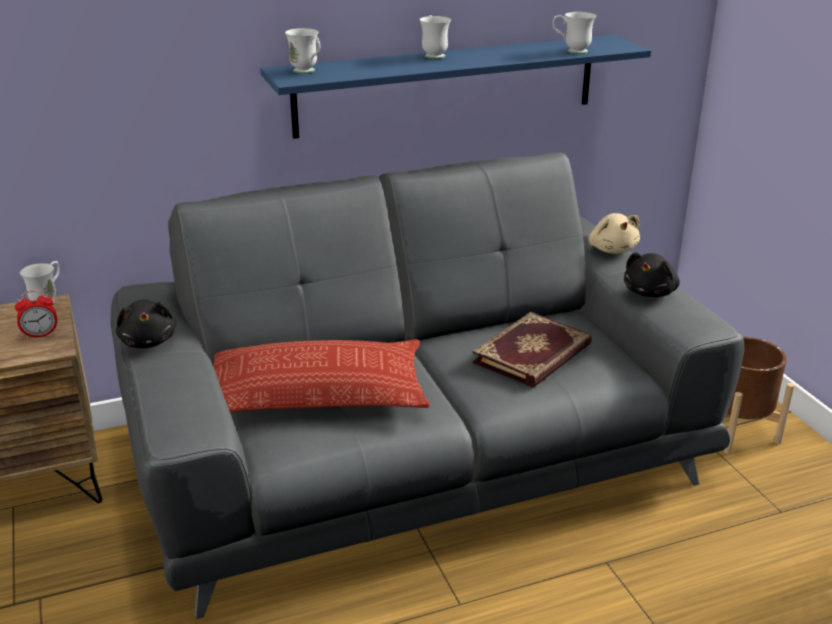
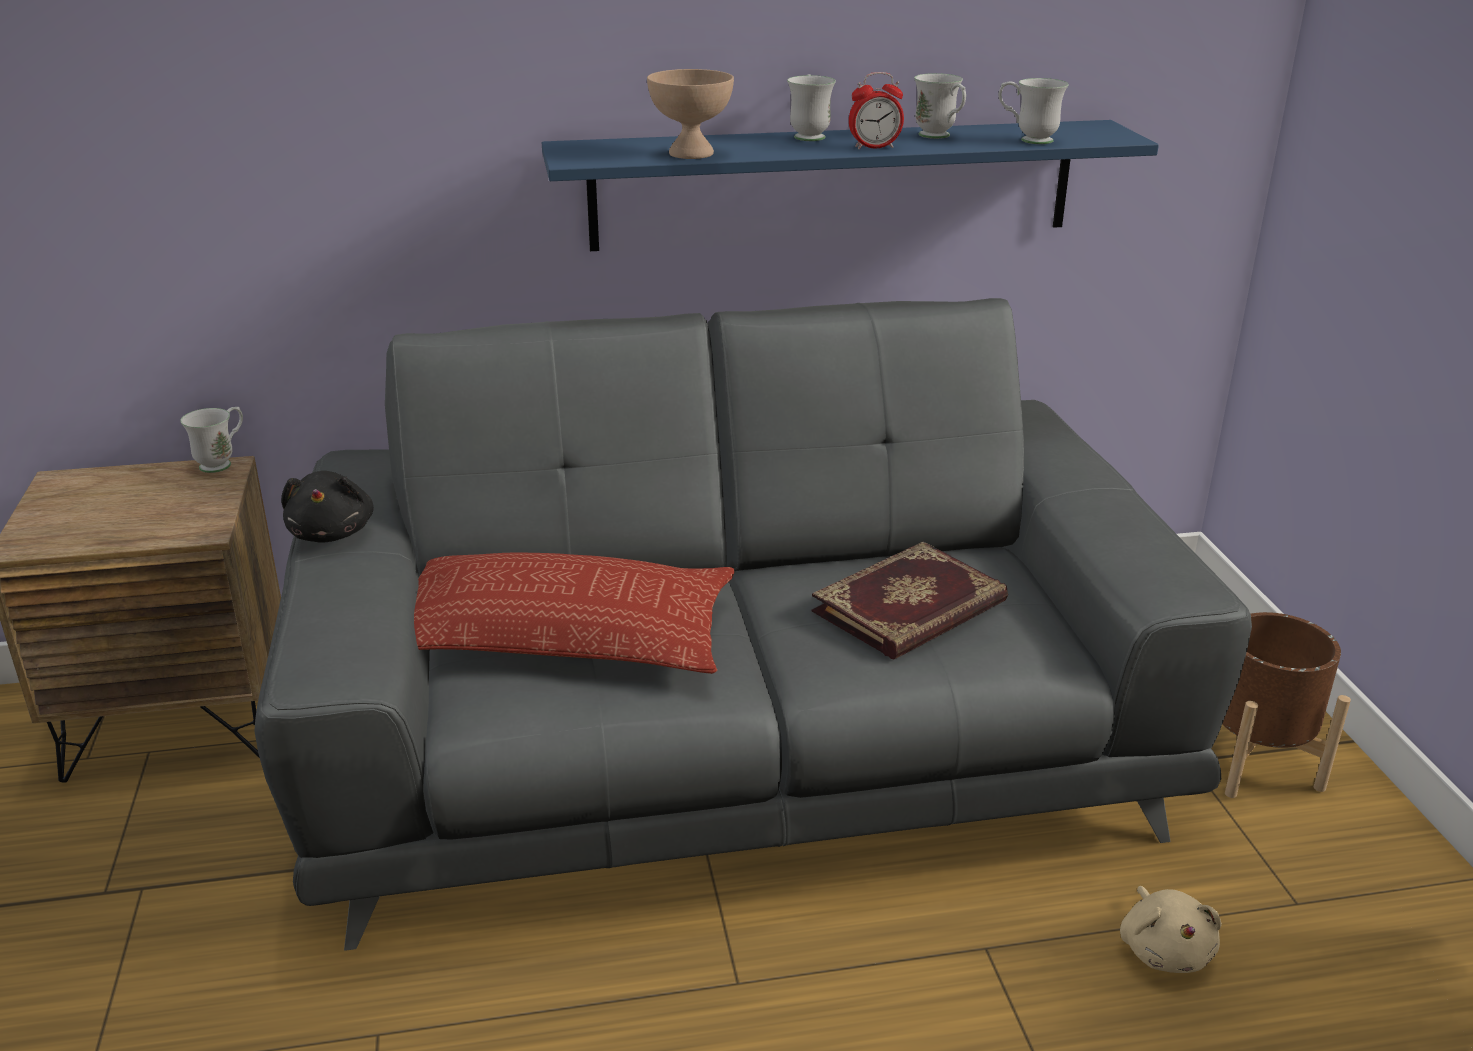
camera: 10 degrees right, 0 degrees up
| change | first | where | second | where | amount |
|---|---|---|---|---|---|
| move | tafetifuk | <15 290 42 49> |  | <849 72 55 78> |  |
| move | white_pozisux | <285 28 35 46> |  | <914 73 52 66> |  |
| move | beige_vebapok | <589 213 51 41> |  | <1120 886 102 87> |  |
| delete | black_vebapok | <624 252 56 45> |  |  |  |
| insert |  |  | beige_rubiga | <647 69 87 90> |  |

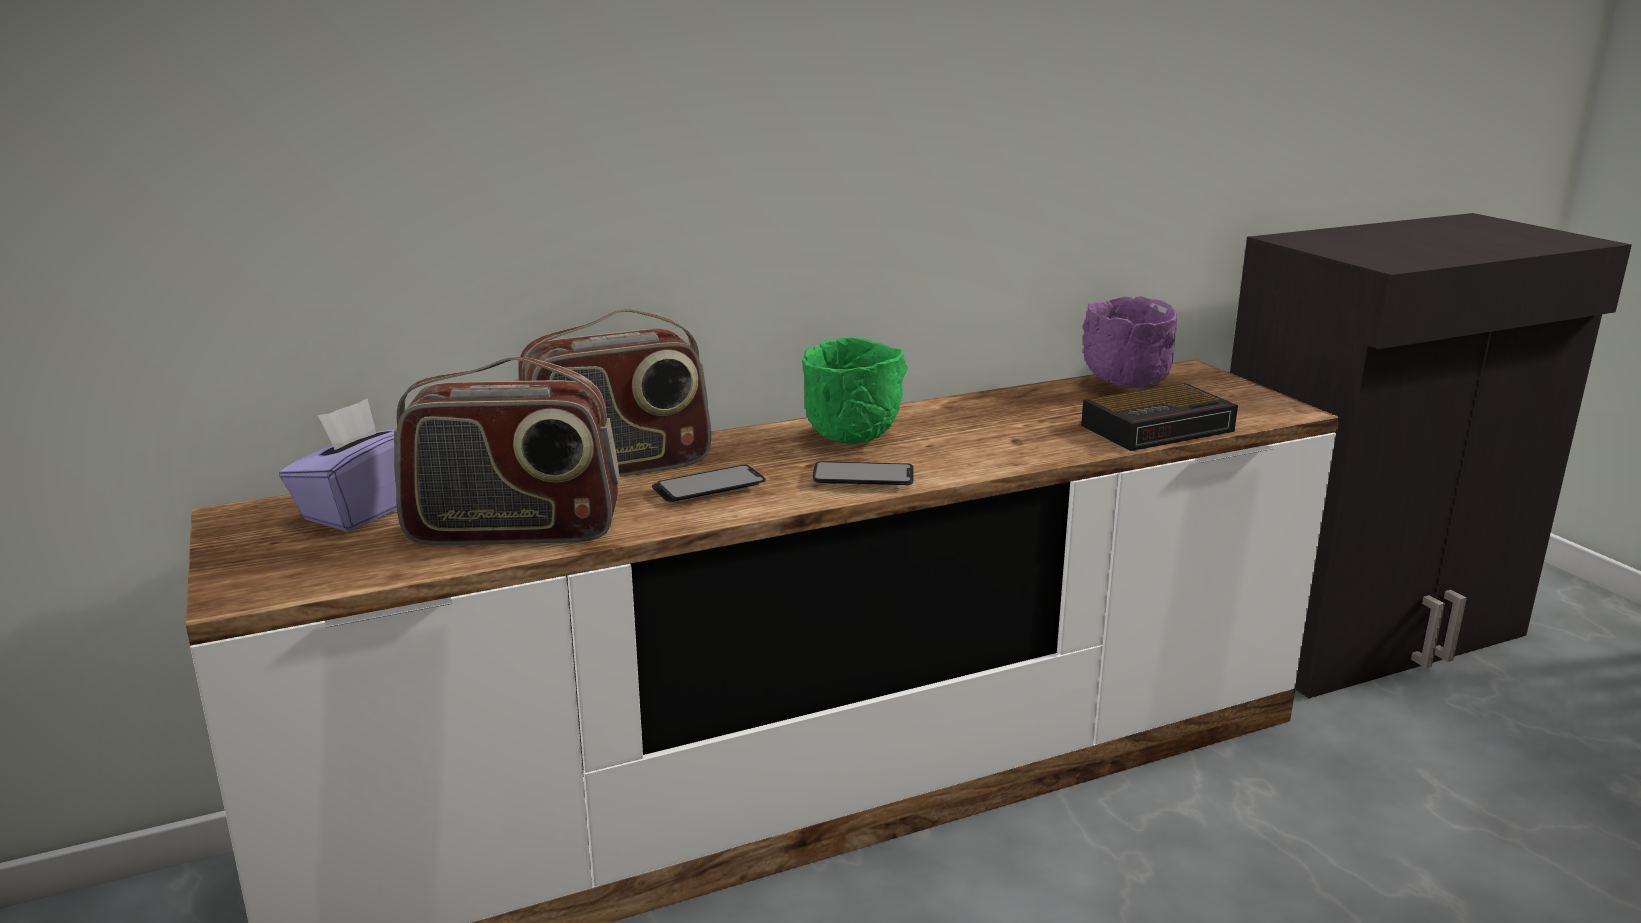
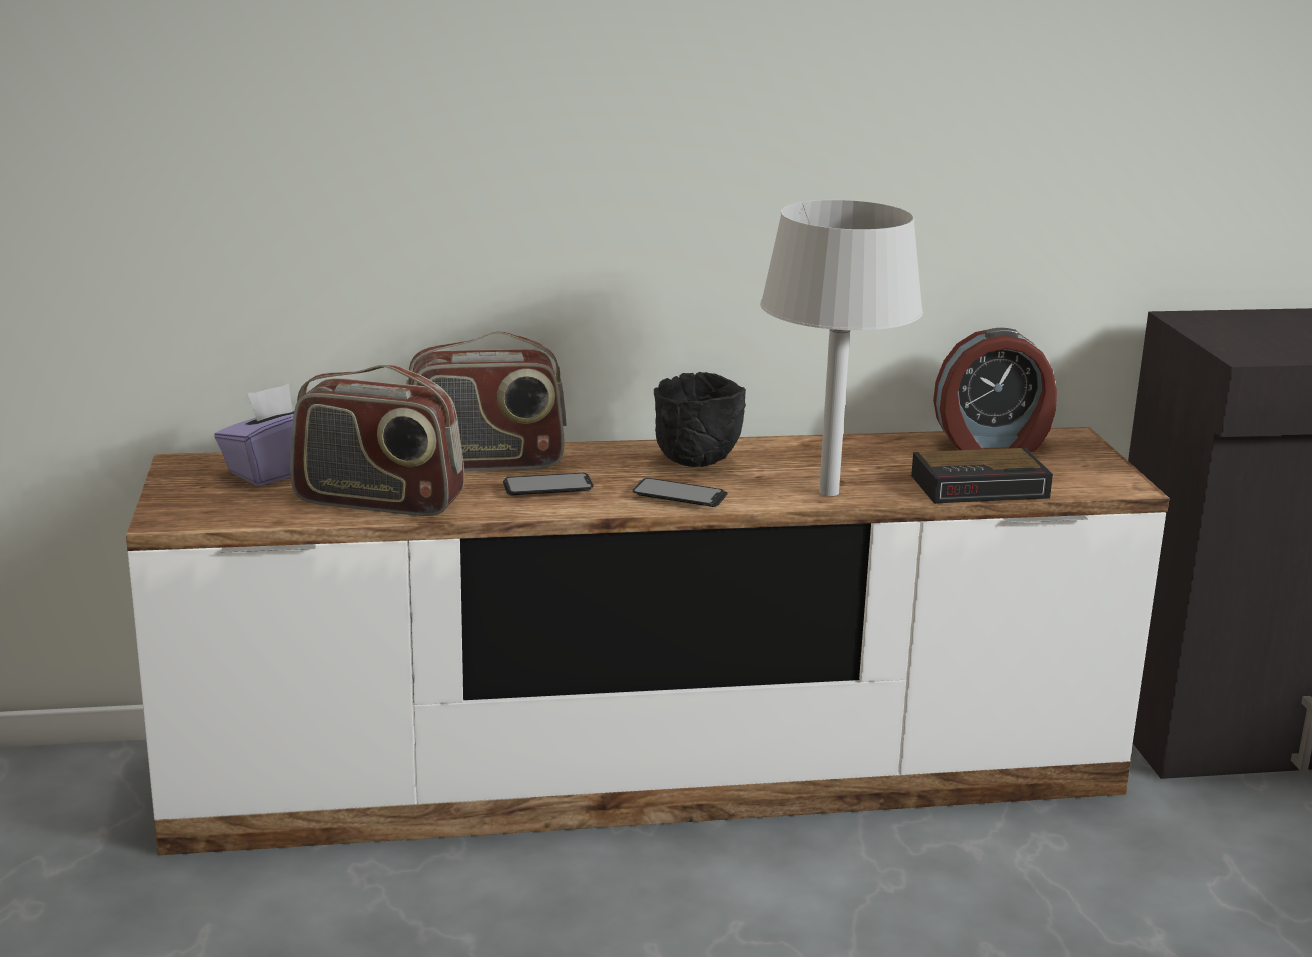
camera: 15 degrees right, 0 degrees up
| change | first | where | second | where | amount |
|---|---|---|---|---|---|
| recolor | green_rubiga | <802 337 106 107> | black_rubiga | <654 372 92 95> |  |
| replace | purple_rubiga | <1083 296 94 92> | tafetifuk | <933 328 124 124> |  |
| insert |  |  | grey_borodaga | <760 200 163 296> |  |

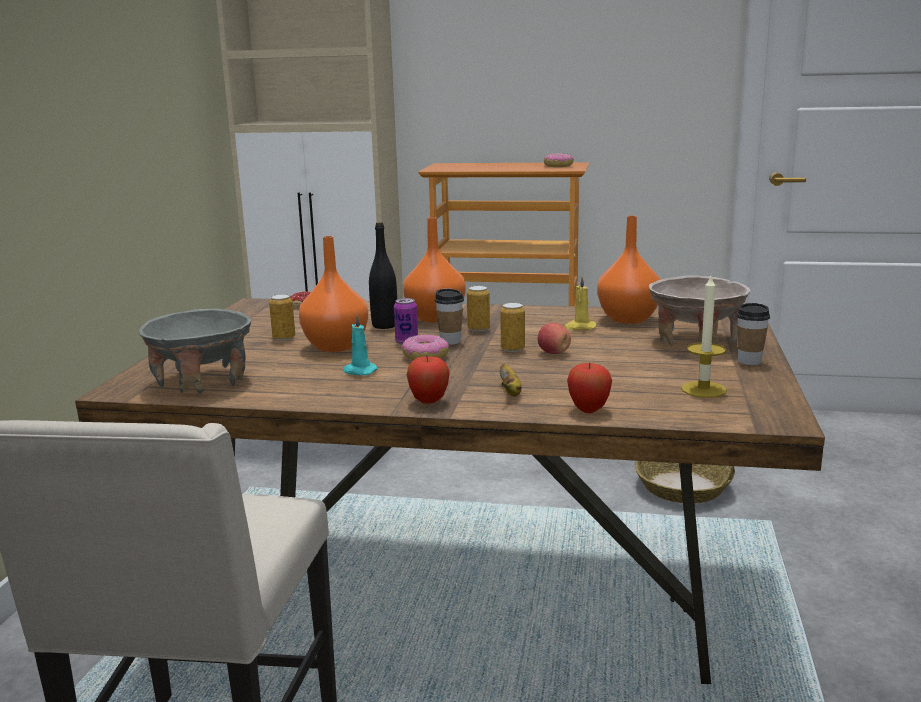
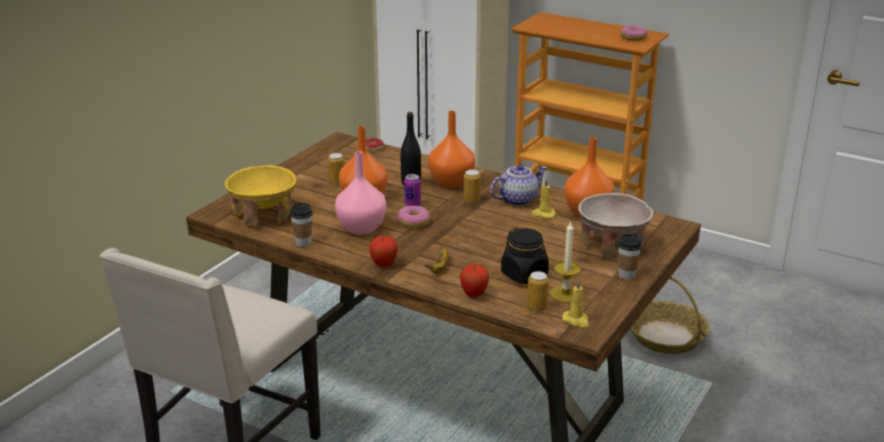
camera: 20 degrees right, 10 degrees up
| change | first | where | second | where | amount |
|---|---|---|---|---|---|
| recolor | grey_rubiga | <139 308 112 85> | yellow_rubiga | <225 165 71 62> |  |
| replace | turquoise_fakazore | <343 314 35 61> | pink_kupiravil | <335 151 52 84> |  |
| move | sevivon | <435 289 29 56> |  | <290 203 23 44> |  |
| move | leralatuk | <500 303 25 49> |  | <527 271 22 41> |  |
| delete | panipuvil | <538 323 33 31> |  |  |  |
| insert |  |  | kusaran | <490 164 57 42> |  |
| insert |  |  | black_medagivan | <501 228 48 56> |  |
| insert |  |  | yellow_fakazore | <562 279 27 48> |  |

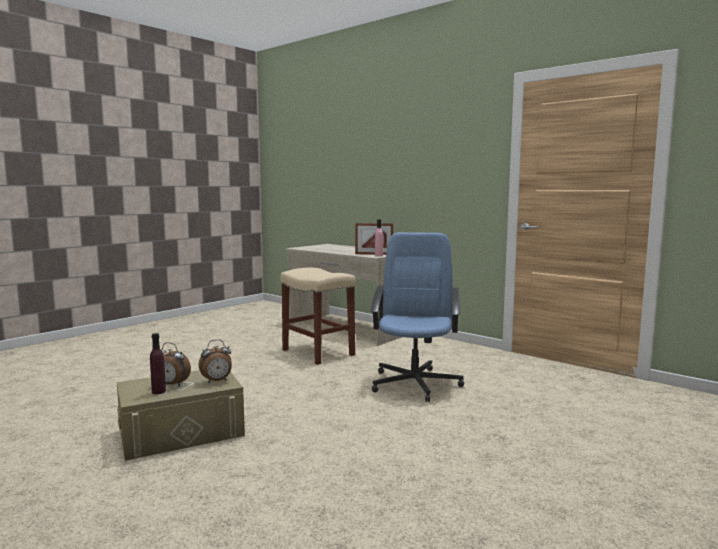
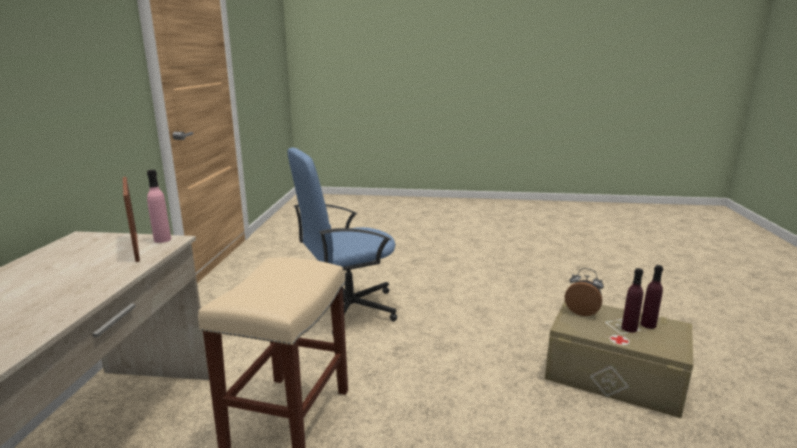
camera: 125 degrees left, 10 degrees up
| change | first | where | second | where | amount |
|---|---|---|---|---|---|
| replace | tafetifuk | <161 342 30 44> | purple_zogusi | <621 268 22 65> |  |

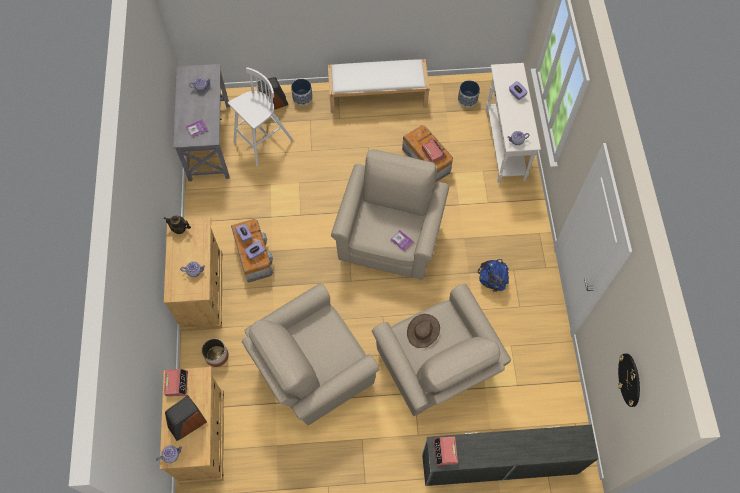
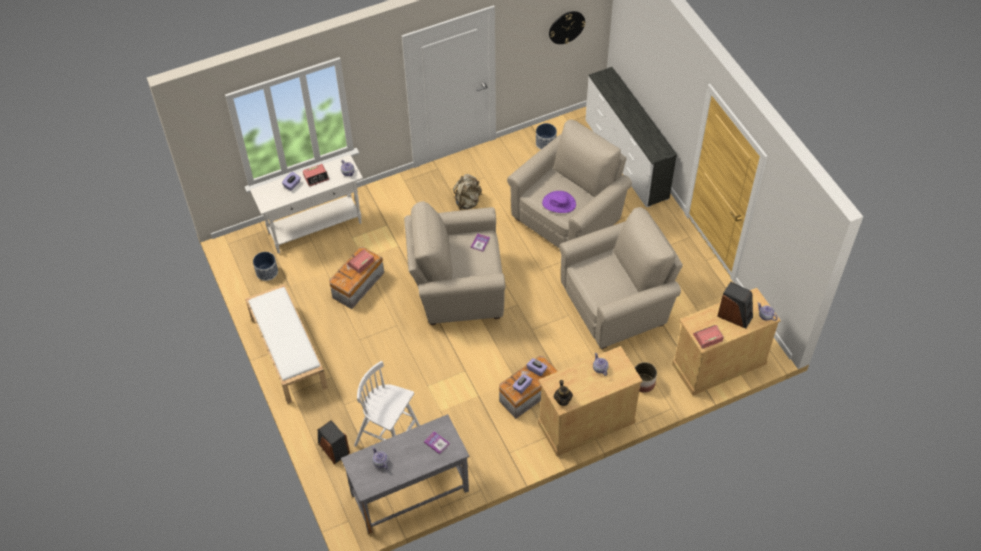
camera: 110 degrees left, 10 degrees down
| change | first | where | second | where | amount |
|---|---|---|---|---|---|
| rotate | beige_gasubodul | <242 283 137 143> |  | <559 207 124 142> | 60 degrees counterclockwise |
| move | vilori | <291 79 22 27> |  | <536 123 21 26> |  |
| recolor | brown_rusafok | <407 314 33 34> | purple_rusafok | <542 191 34 22> |  |
| move | tafetifuk | <433 436 25 30> |  | <303 164 26 23> |  |
| recolor | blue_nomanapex | <478 259 31 33> | beige_nomanapex | <453 174 29 36> |  |

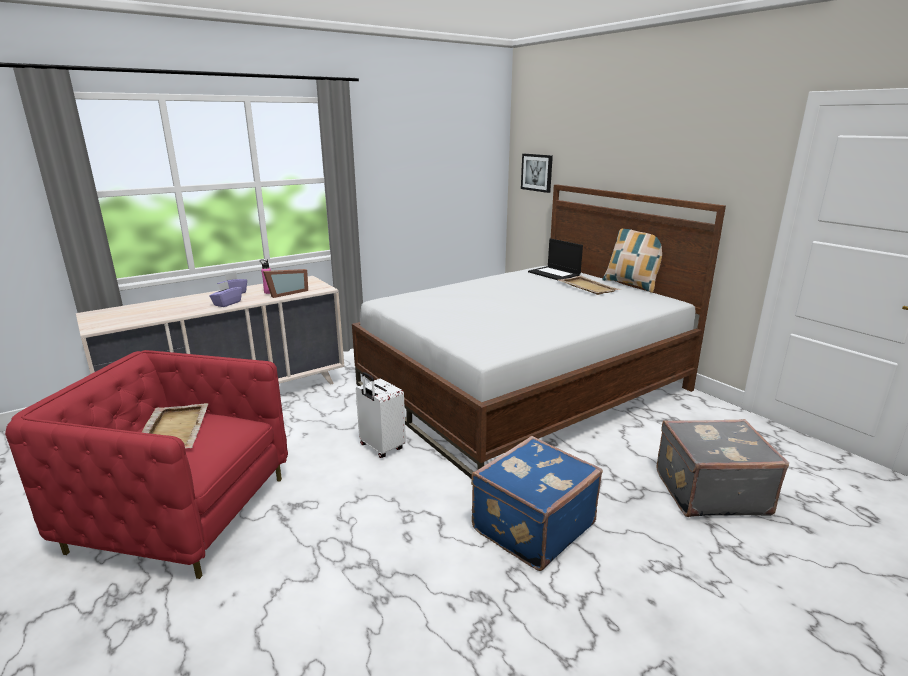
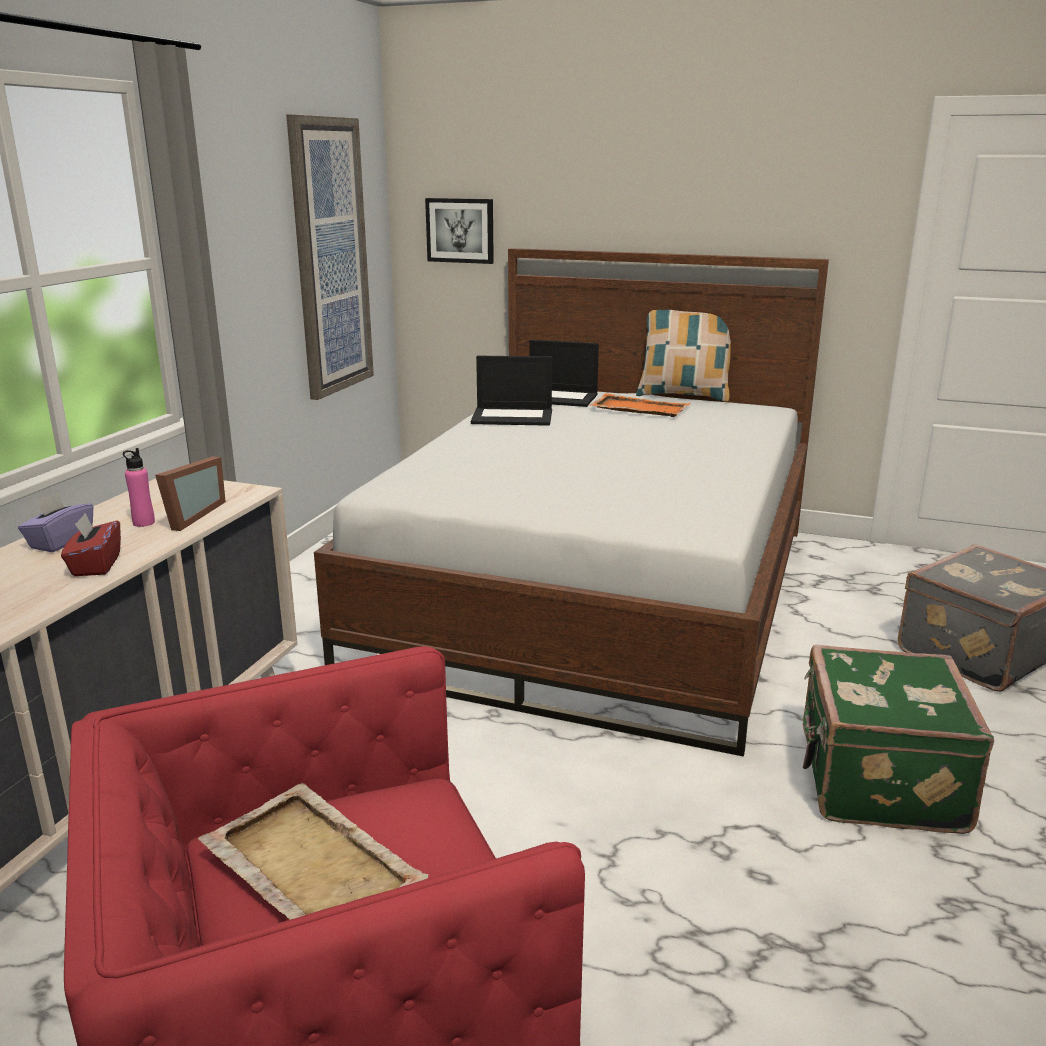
camera: 35 degrees left, 0 degrees up
| change | first | where | second | where | amount |
|---|---|---|---|---|---|
| recolor | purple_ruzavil | <209 281 33 26> | red_ruzavil | <61 513 60 63> |  |
| delete | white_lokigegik | <356 372 50 86> |  |  |  |
| recolor | blue_lokigegik | <471 436 132 135> | green_lokigegik | <803 645 191 189> |  |
| recolor | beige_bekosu | <558 276 63 19> | orange_bekosu | <589 393 102 24> |  |
| insert |  |  | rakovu | <286 114 88 286> |  |
| insert |  |  | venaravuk | <471 356 81 70> |  |

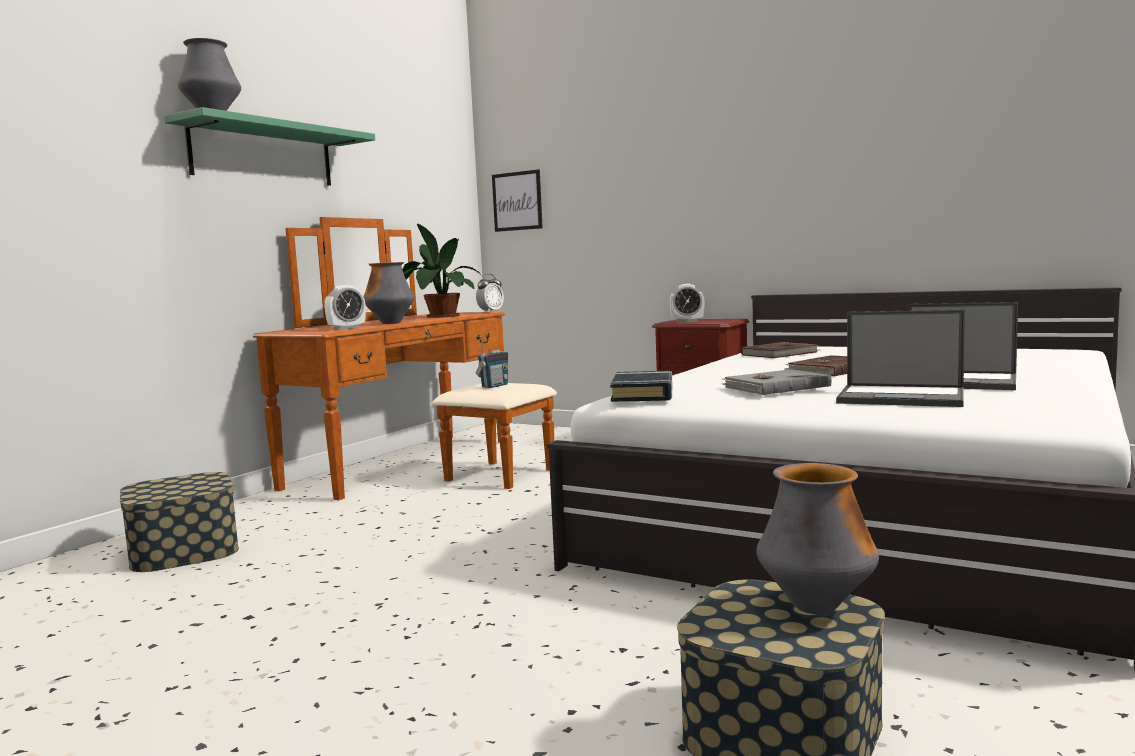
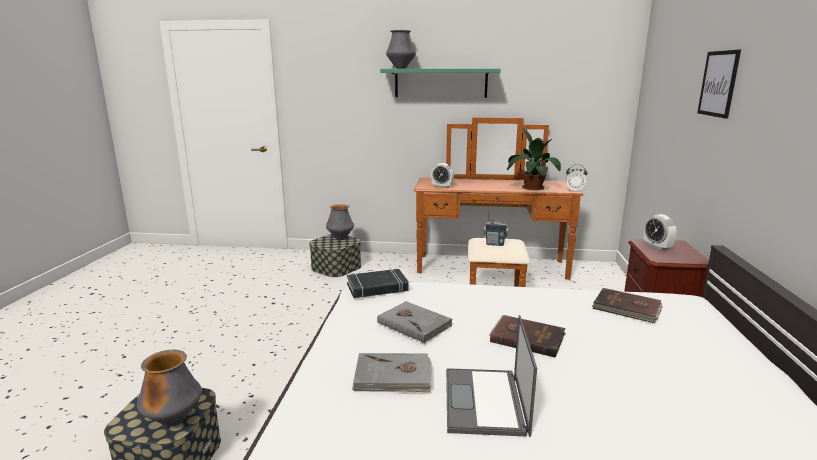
camera: 65 degrees right, 10 degrees up
| change | first | where | second | where | amount |
|---|---|---|---|---|---|
| move | kupiravil | <363 262 51 62> |  | <326 204 28 36> |  |
| move | rakovu | <492 169 51 63> |  | <697 50 44 69> |  |
| replace | venaravuk | <836 310 129 97> | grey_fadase | <352 353 80 39> |  |

